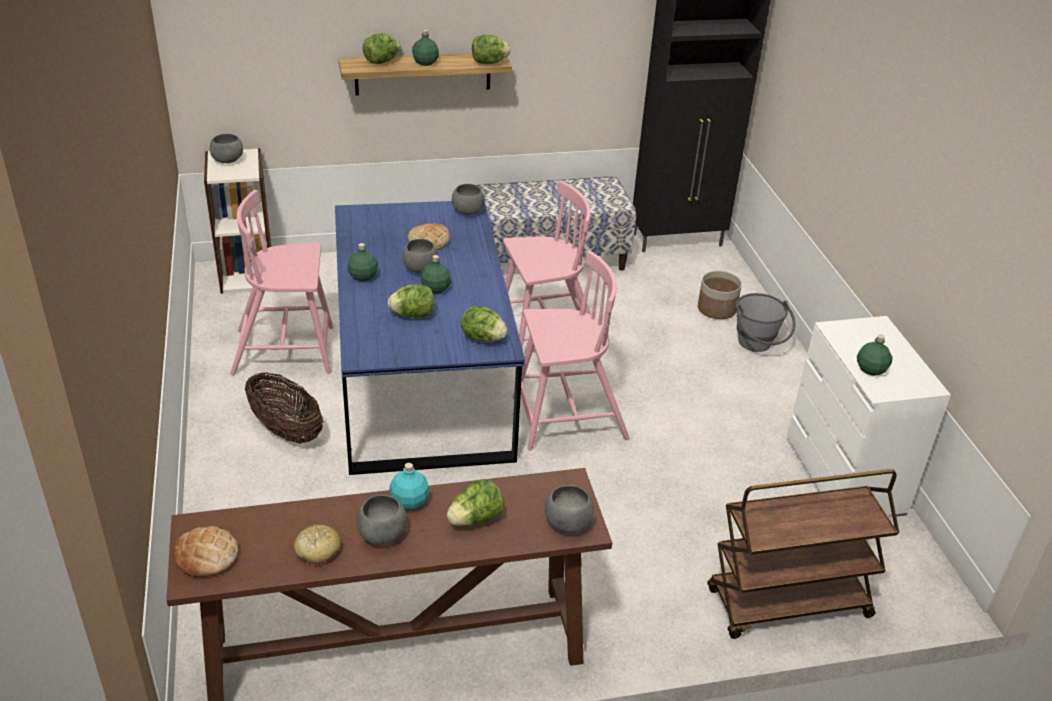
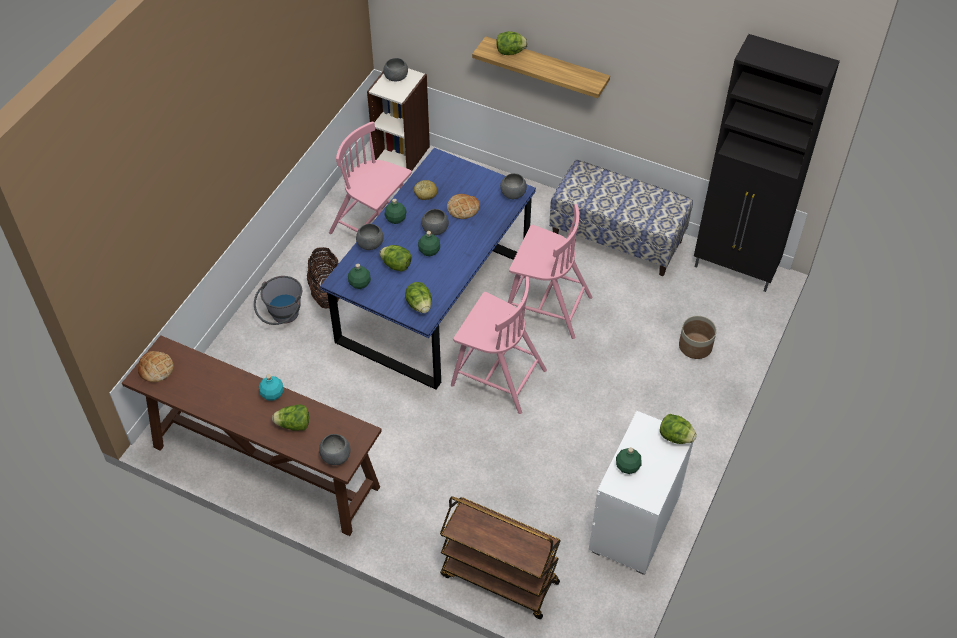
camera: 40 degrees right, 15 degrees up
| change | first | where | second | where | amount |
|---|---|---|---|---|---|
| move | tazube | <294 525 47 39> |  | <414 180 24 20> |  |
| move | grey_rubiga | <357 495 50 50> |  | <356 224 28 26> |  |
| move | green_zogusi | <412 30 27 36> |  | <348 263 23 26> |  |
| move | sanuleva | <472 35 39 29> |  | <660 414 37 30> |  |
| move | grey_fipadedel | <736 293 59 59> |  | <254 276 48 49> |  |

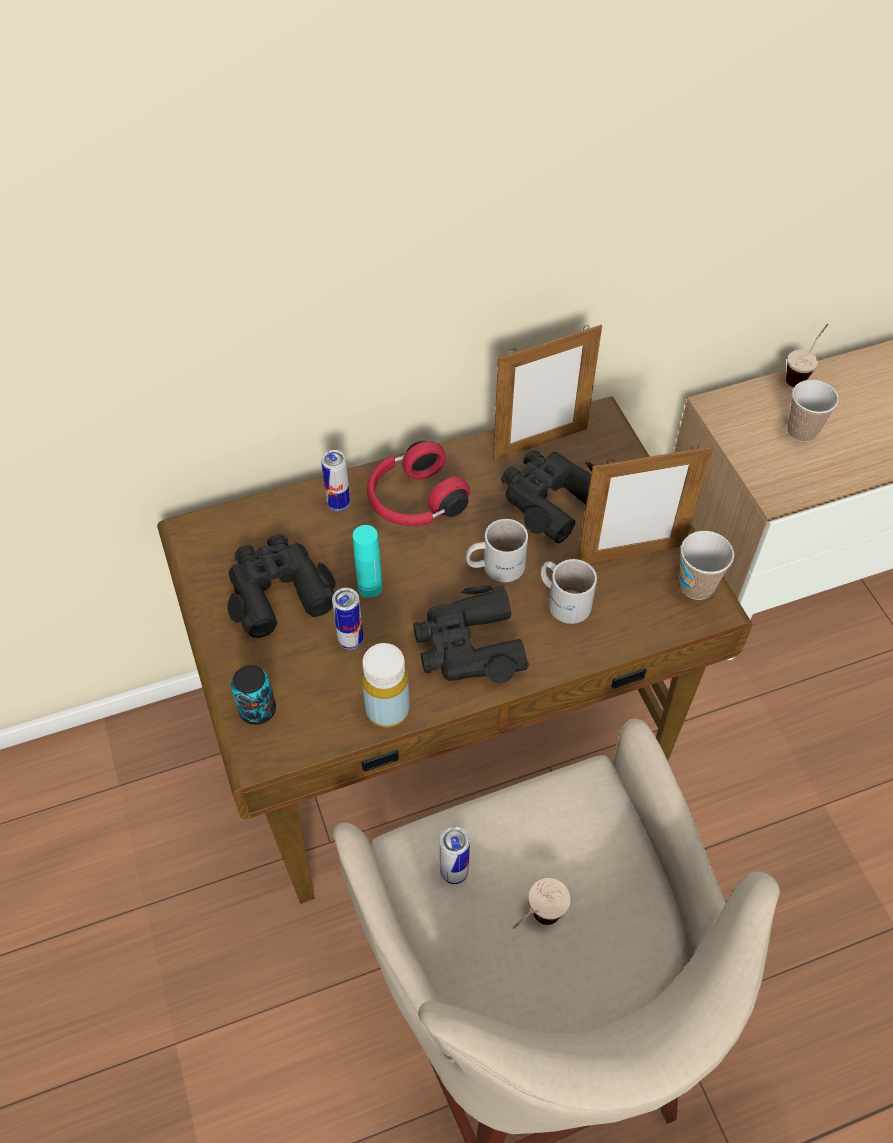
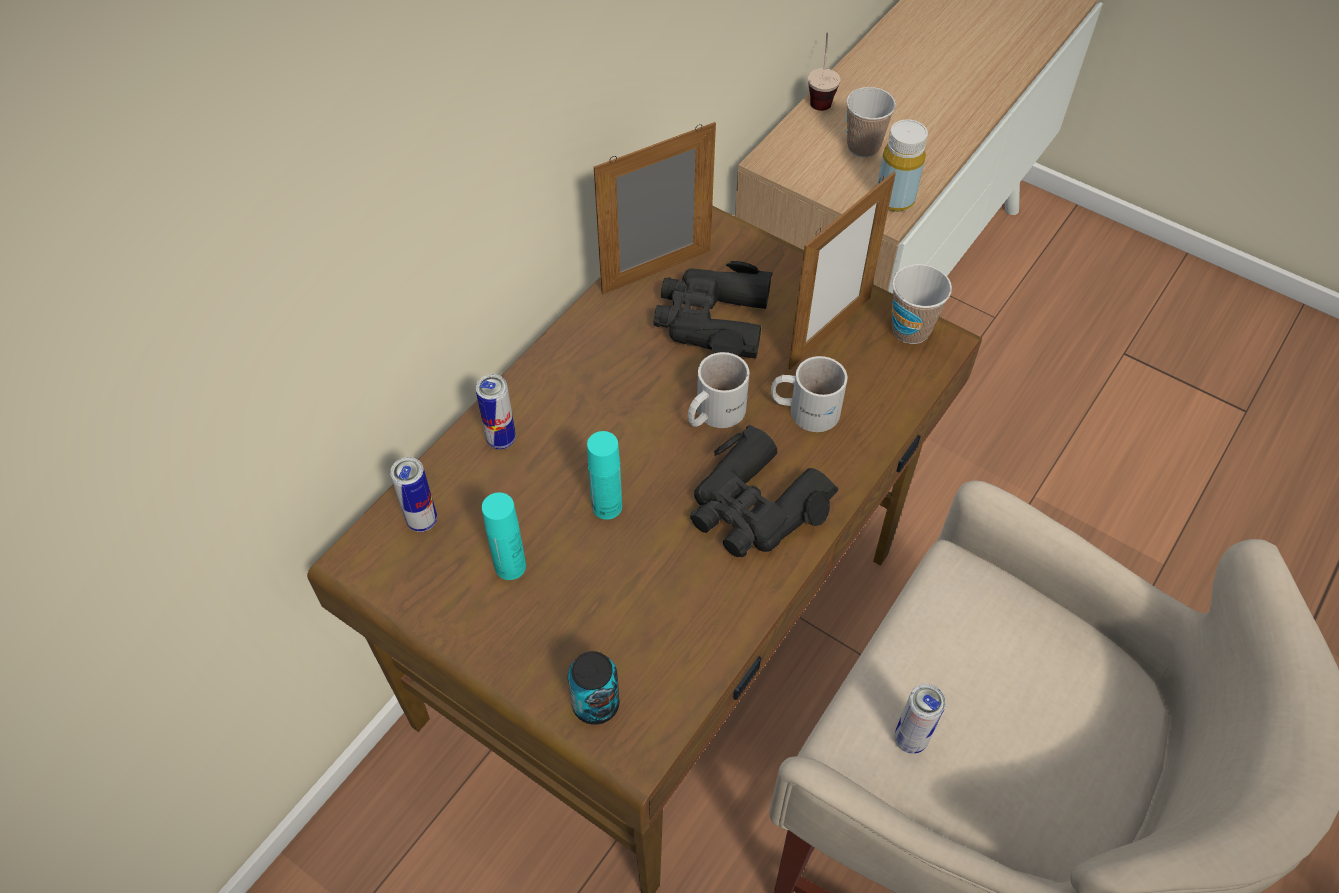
camera: 35 degrees left, 0 degrees up
| change | first | where | second | where | amount |
|---|---|---|---|---|---|
| replace | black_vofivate | <227 534 109 104> | turquoise_zogusi | <482 492 44 88> |  |
| move | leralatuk | <332 588 31 61> |  | <390 457 47 75> |  |
| move | yellow_zogusi | <362 643 48 84> |  | <877 119 51 92> |  |
| delete | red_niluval | <367 441 103 85> |  |  |  |
| rotate | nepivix | <493 325 109 136> |  | <594 122 122 173> | 150 degrees counterclockwise |
| delete | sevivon | <512 878 58 51> |  |  |  |

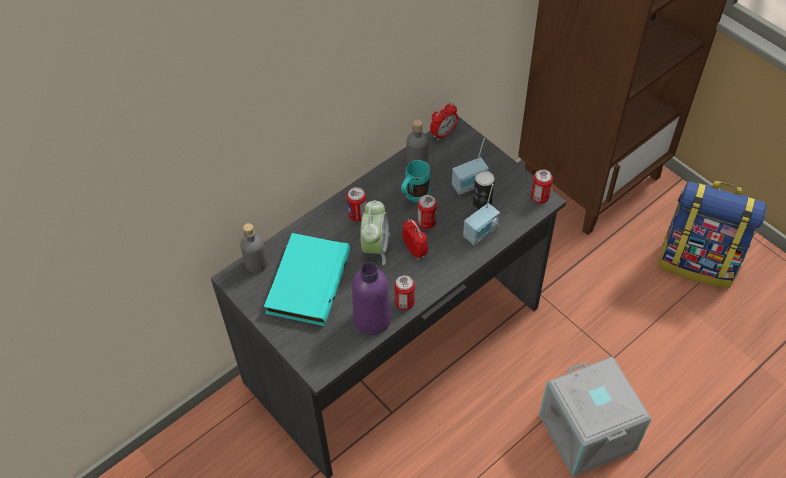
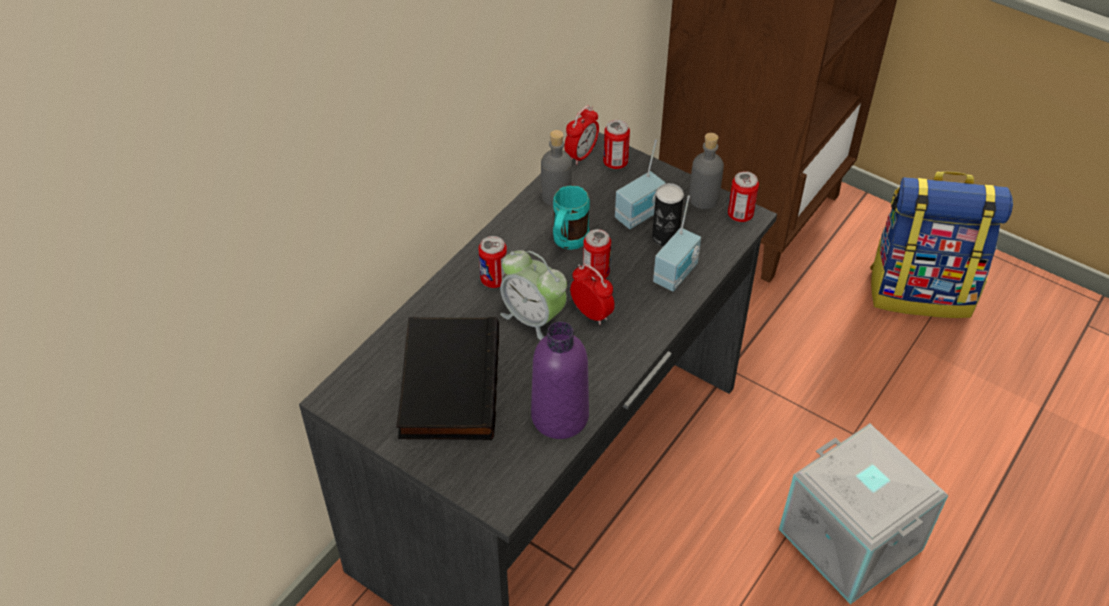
camera: 15 degrees left, 5 degrees down
| change | first | where | second | where | amount |
|---|---|---|---|---|---|
| move | grey_zogusi | <240 223 28 50> |  | <689 133 35 76> |  |
| recolor | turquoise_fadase | <264 233 86 93> | black_fadase | <396 317 103 123> |  |
| rotate | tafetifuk | <360 200 30 65> |  | <500 250 67 90> | 135 degrees clockwise |
| move | leralatuk | <394 275 21 35> |  | <603 120 27 49> |  |

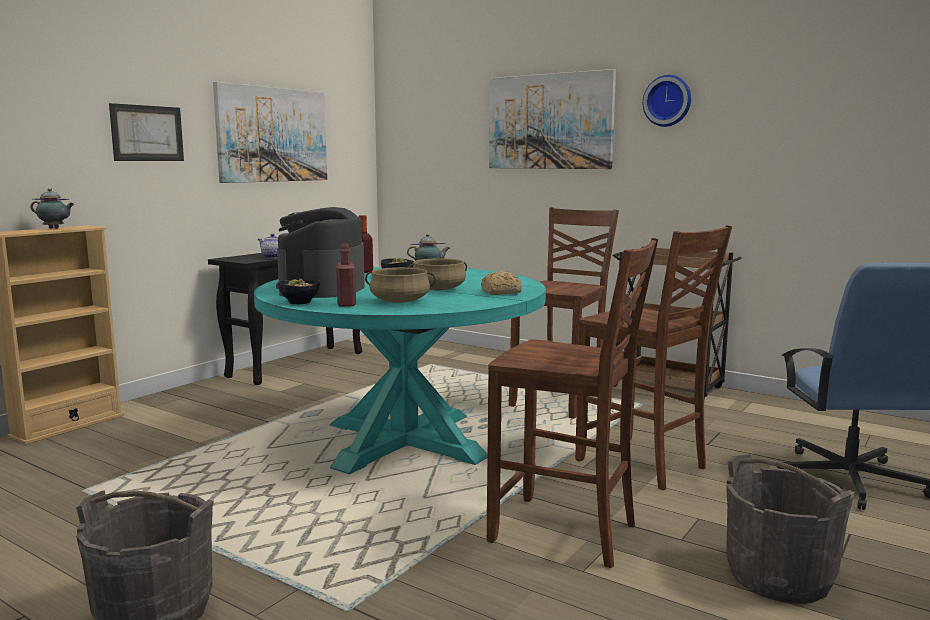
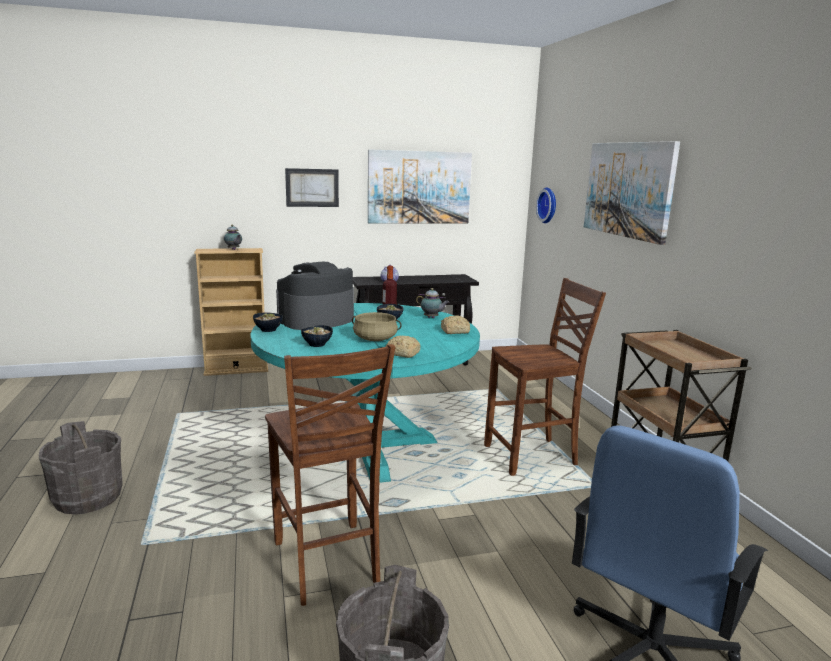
camera: 40 degrees right, 5 degrees up
| change | first | where | second | where | amount |
|---|---|---|---|---|---|
| delete | red_zogusi | <336 244 20 63> |  |  |  |
| replace | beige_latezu | <365 267 71 36> | rubiga | <301 325 32 22> |  |
| delete | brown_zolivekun | <575 225 157 265> |  |  |  |
| move | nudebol | <643 75 48 52> |  | <536 187 20 36> |  |
| insert |  |  | tazube | <441 316 29 18> |  |

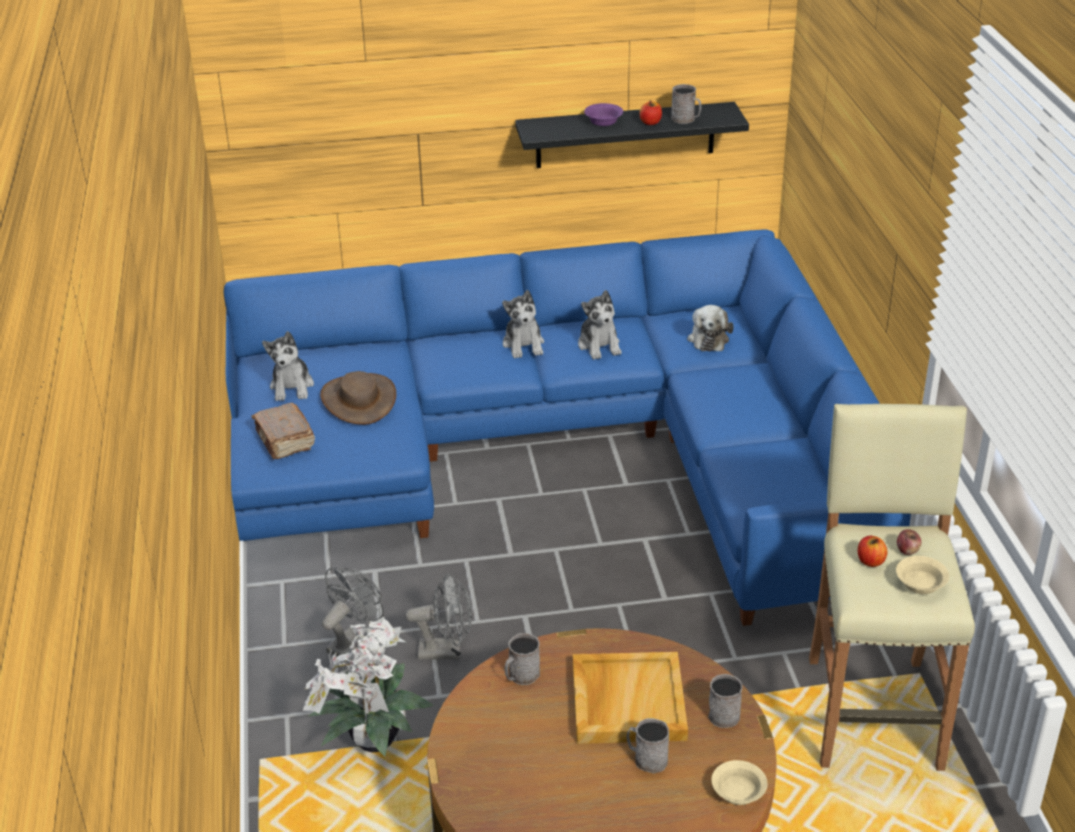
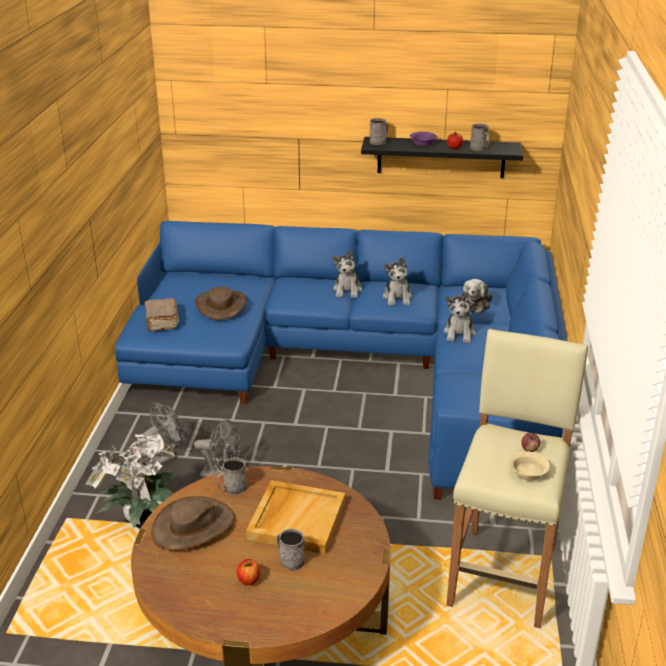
camera: 15 degrees right, 5 degrees down
| change | first | where | second | where | amount |
|---|---|---|---|---|---|
| move | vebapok | <262 331 52 70> |  | <444 292 32 51> |  |
| move | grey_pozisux | <708 674 35 54> |  | <370 118 18 27> |  |
| delete | beige_rubiga | <711 760 57 45> |  |  |  |
| move | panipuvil | <858 536 29 31> |  | <237 559 23 26> |  |
| insert |  |  | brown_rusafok | <151 496 84 55> |  |

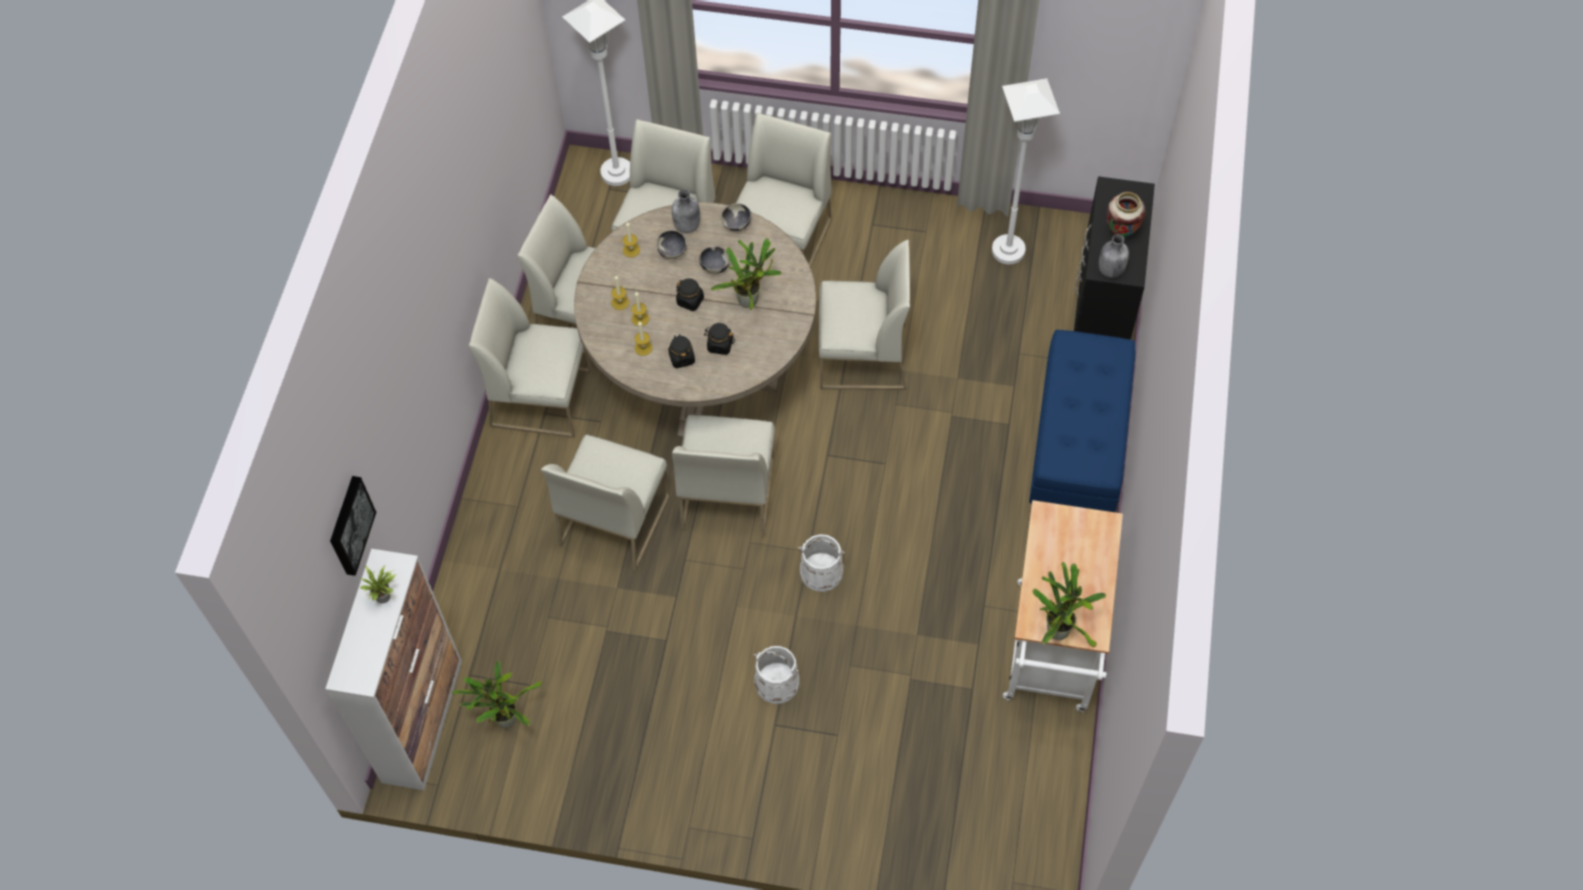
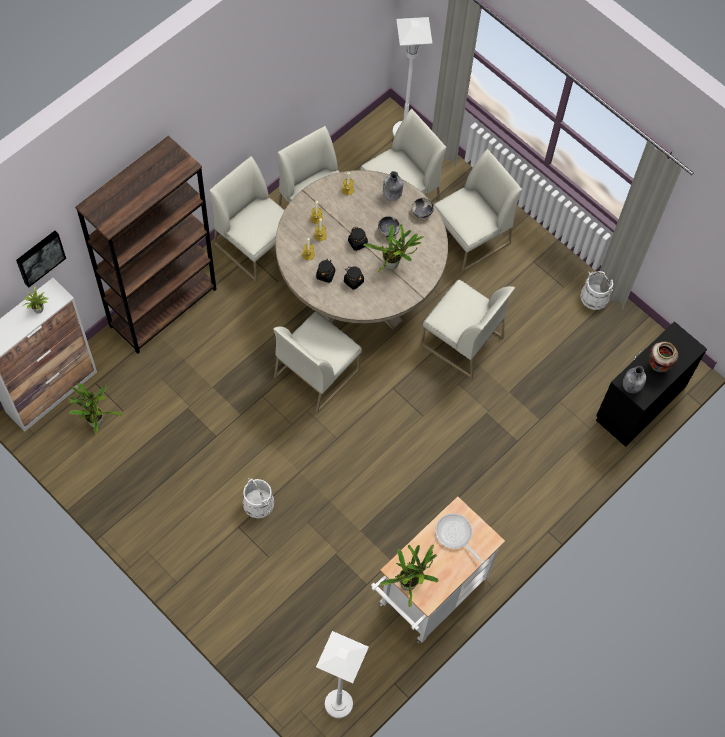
camera: 30 degrees right, 5 degrees up
| change | first | where | second | where | amount |
|---|---|---|---|---|---|
| delete | white_zolivekun | <541 434 129 137> |  |  |  |
| delete | rubiga | <656 230 31 29> |  |  |  |
| move | white_fipadedel | <798 534 47 58> |  | <580 271 33 39> |  |
| move | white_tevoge | <992 78 68 186> |  | <316 631 53 88> |  |
| delete | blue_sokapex | <1029 330 106 182> |  |  |  |
| insert |  |  | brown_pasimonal | <75 135 142 219> |  |
| insert |  |  | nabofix | <435 513 49 51> |  |

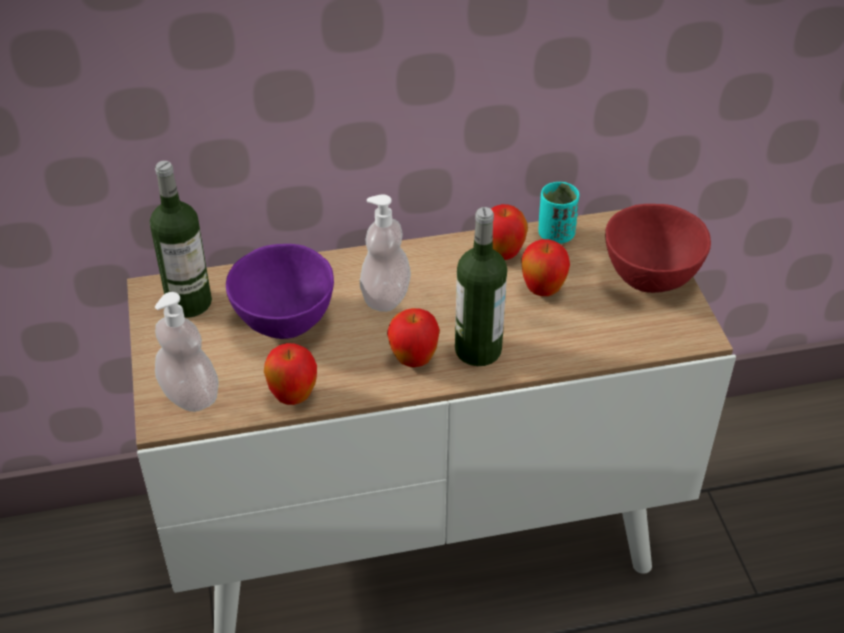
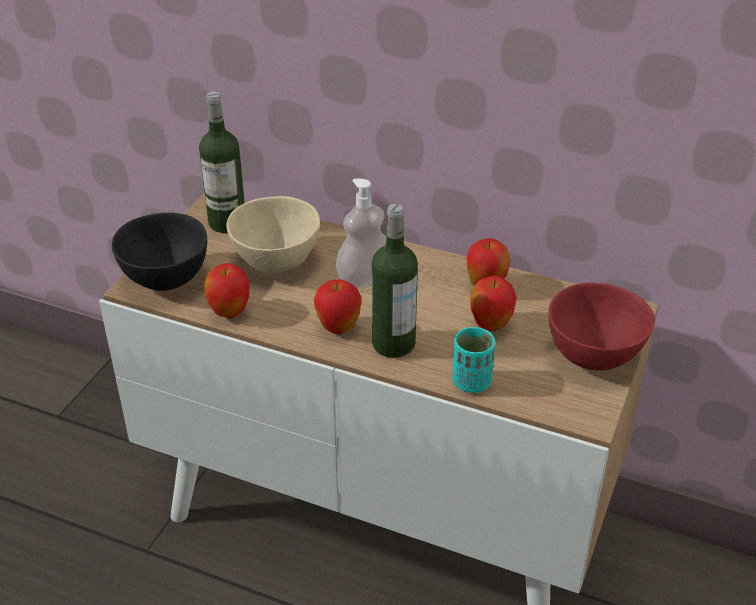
camera: 35 degrees right, 5 degrees down
| change | first | where | second | where | amount |
|---|---|---|---|---|---|
| replace | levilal | <155 292 64 120> | black_rubiga | <112 213 95 78> |  |
| recolor | purple_rubiga | <226 244 108 95> | beige_rubiga | <227 196 93 78> |  |
| move | turquoise_sevivon | <539 182 40 62> |  | <453 327 42 66> |  |

